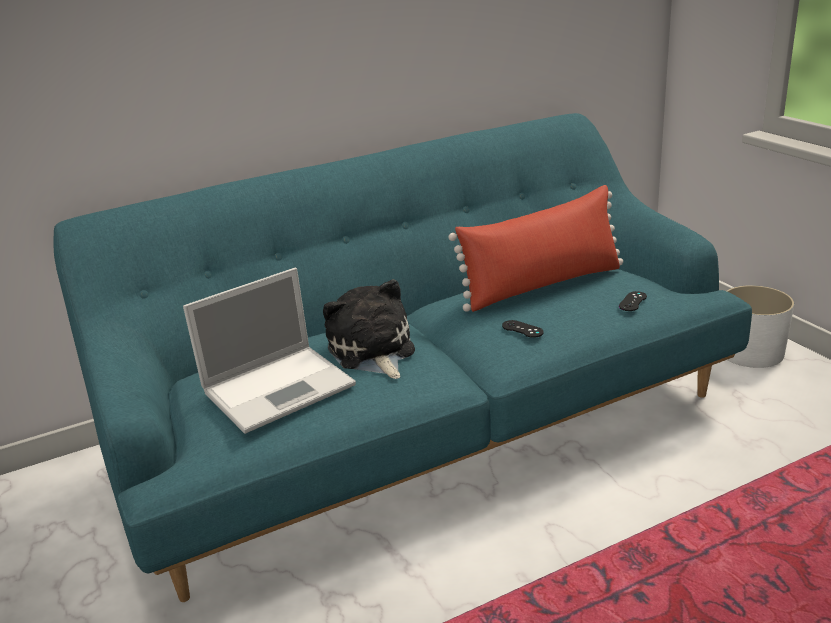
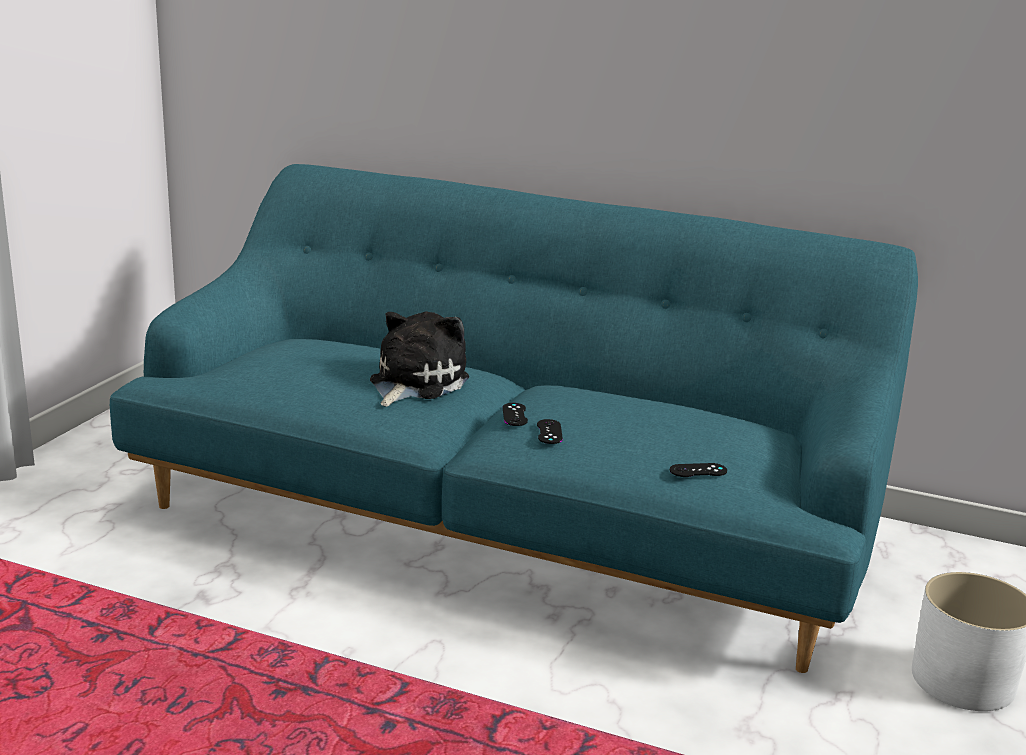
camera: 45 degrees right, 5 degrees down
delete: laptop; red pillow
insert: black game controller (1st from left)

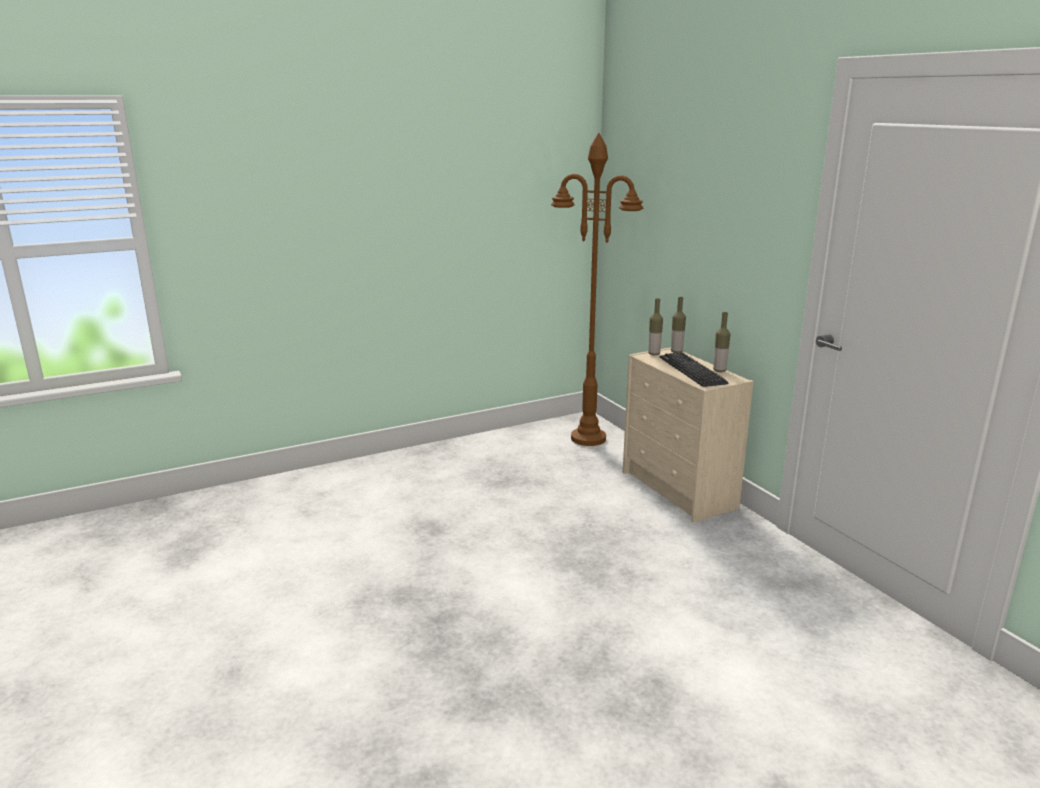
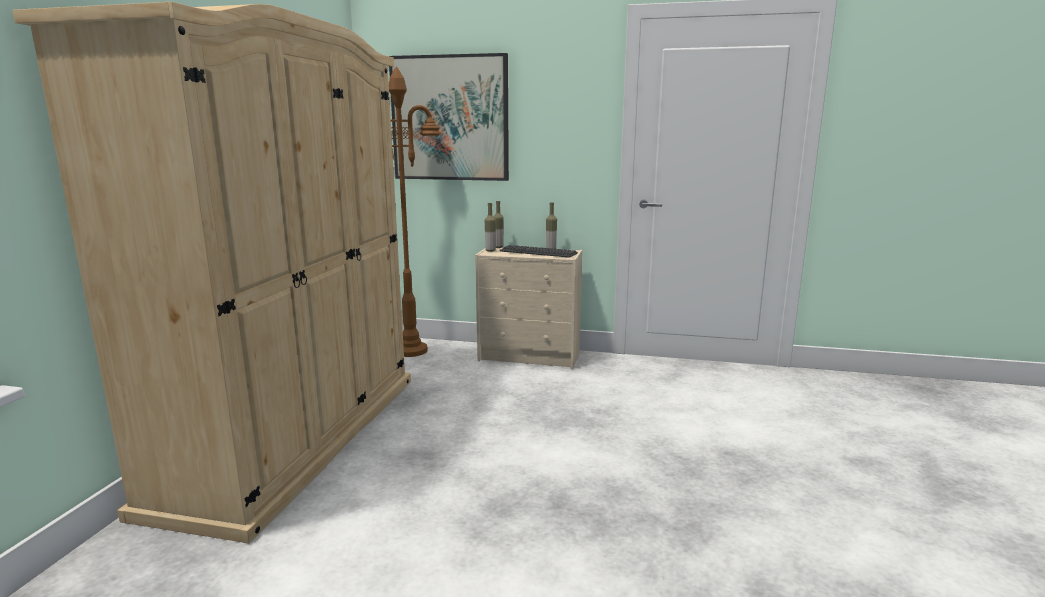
camera: 50 degrees left, 5 degrees down
insert: beige wardrobe; picture

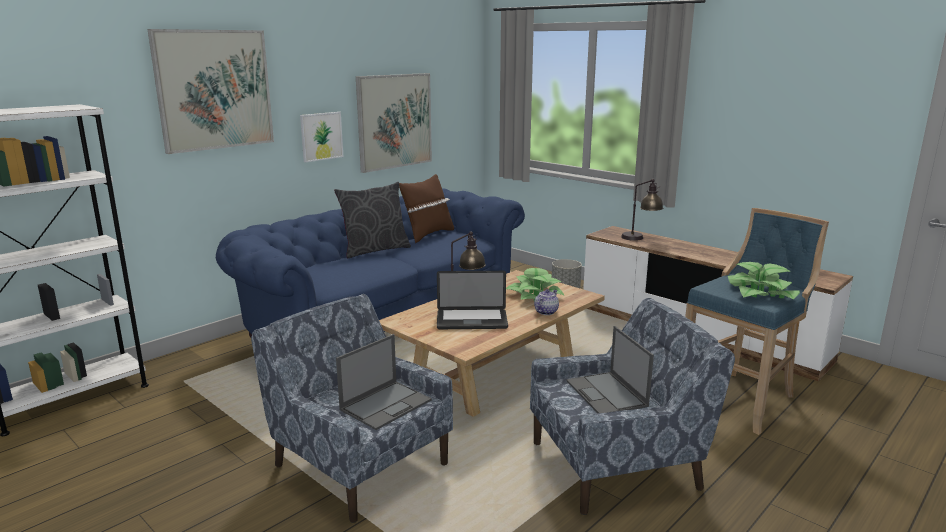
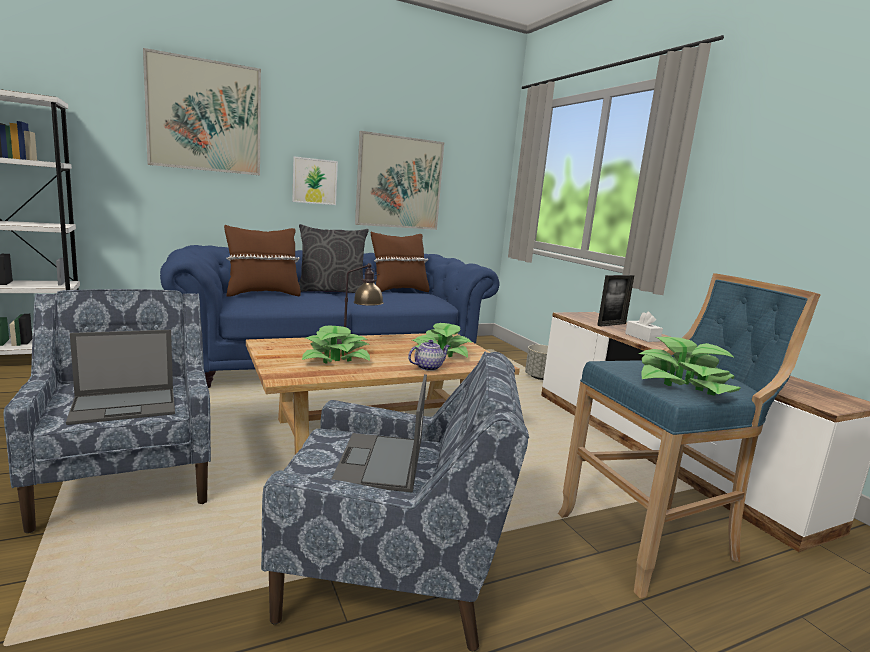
camera: 20 degrees right, 5 degrees down
insert: brown pillow (1st from left); white tissue box
replace: laptop (2nd from left) to potted plant (1st from left); table lamp (2nd from left) to picture frame

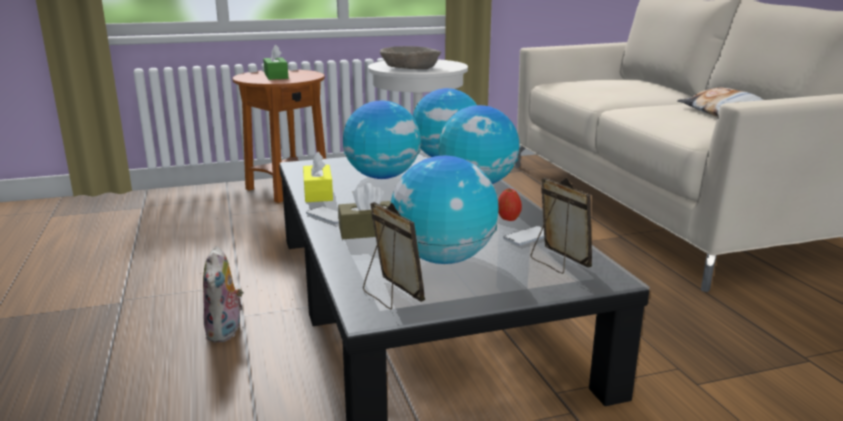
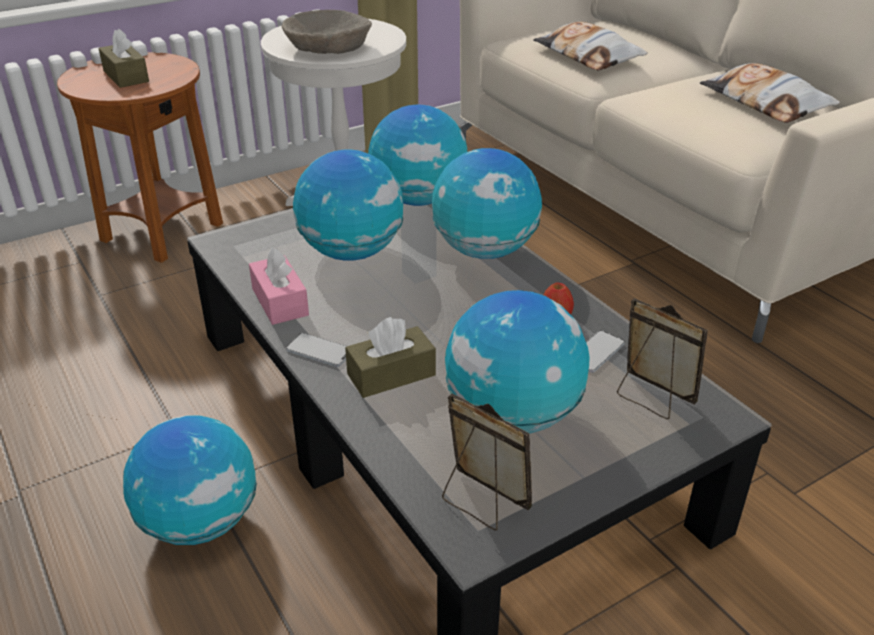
camera: 15 degrees left, 15 degrees up
insert: pillow (1st from left)
replace: plush toy to globe (1st from left)
recolor: green tissue box to brown tissue box (1st from left); yellow tissue box to pink tissue box

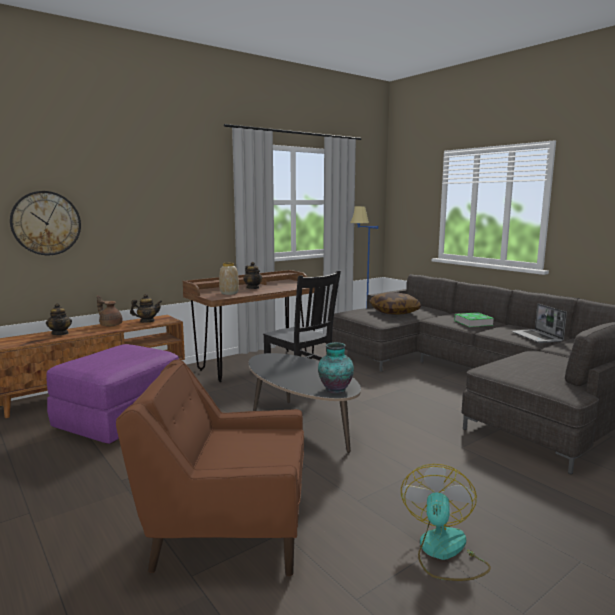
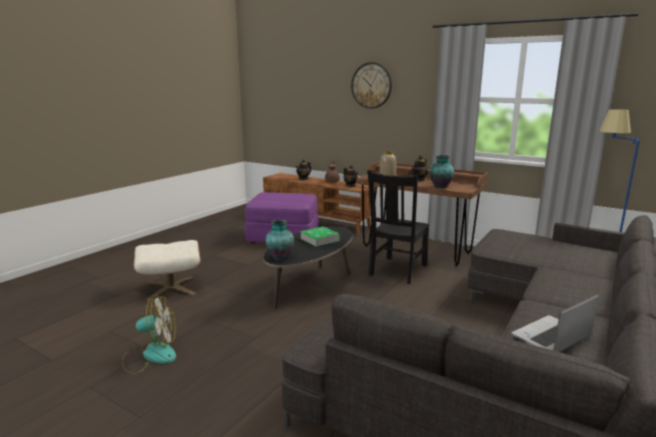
camera: 70 degrees right, 5 degrees up
delete: pillow
insert: vase (3rd from left)
move: book; wall clock
replace: brown armchair to beige ottoman

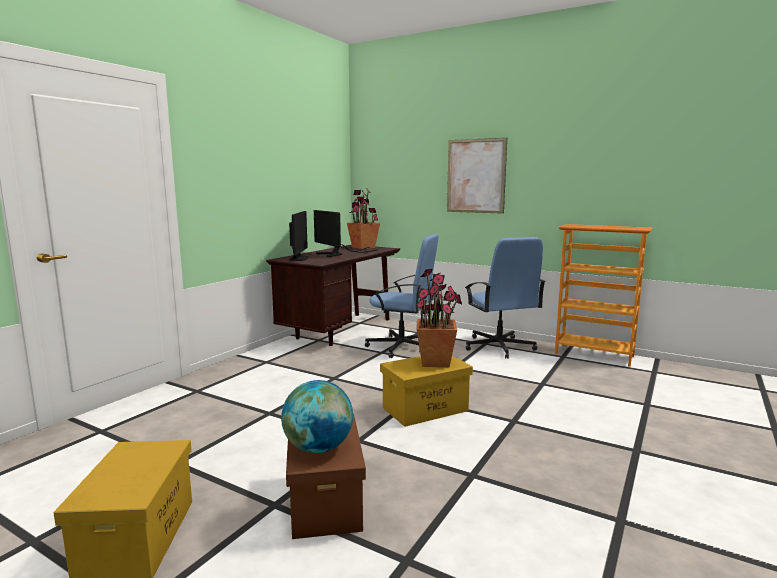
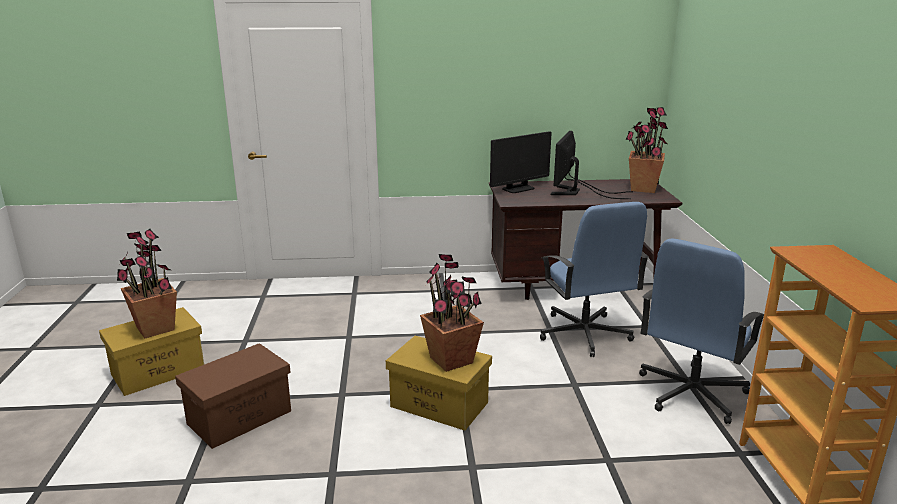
camera: 55 degrees right, 10 degrees up
delete: globe; picture
insert: potted plant (1st from left)

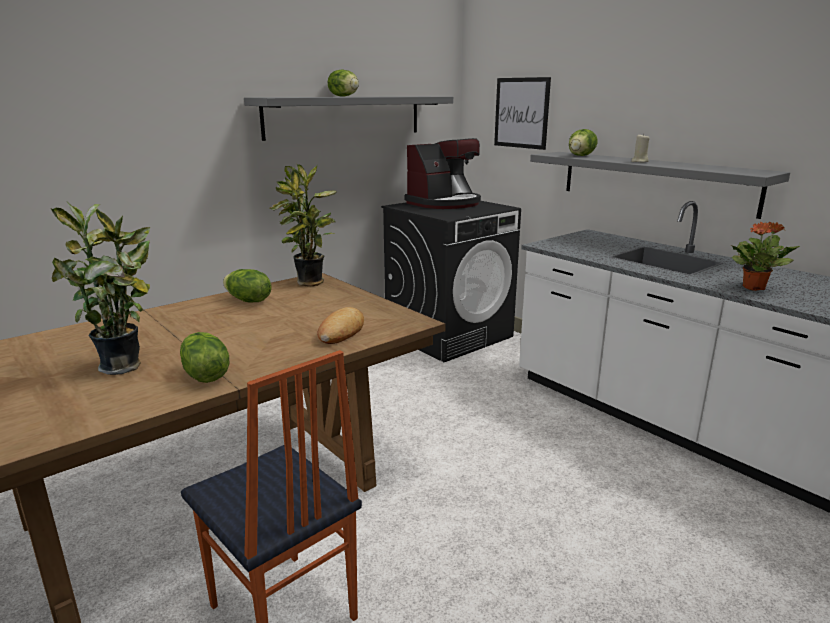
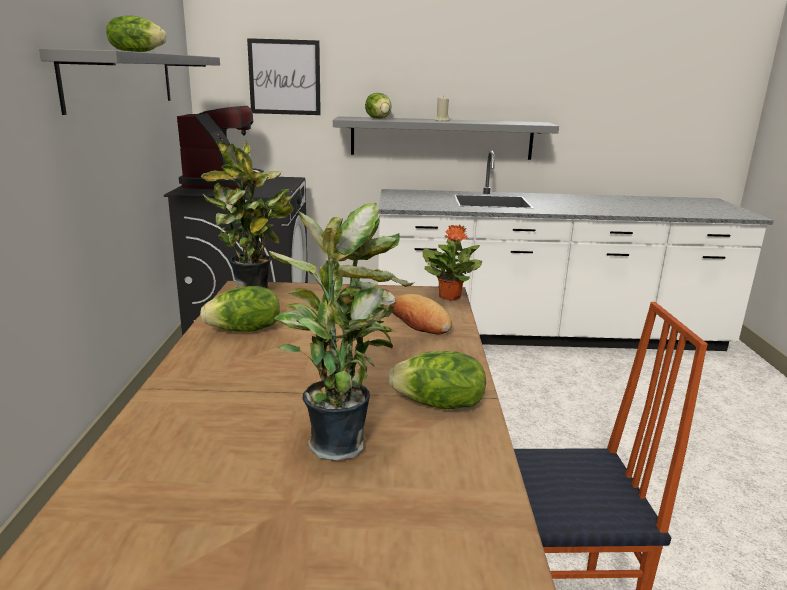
camera: 50 degrees left, 0 degrees up
move: potted plant (3rd from left)

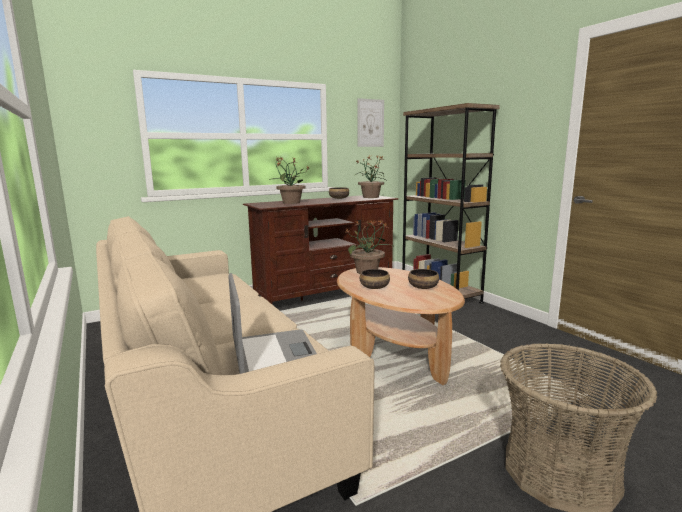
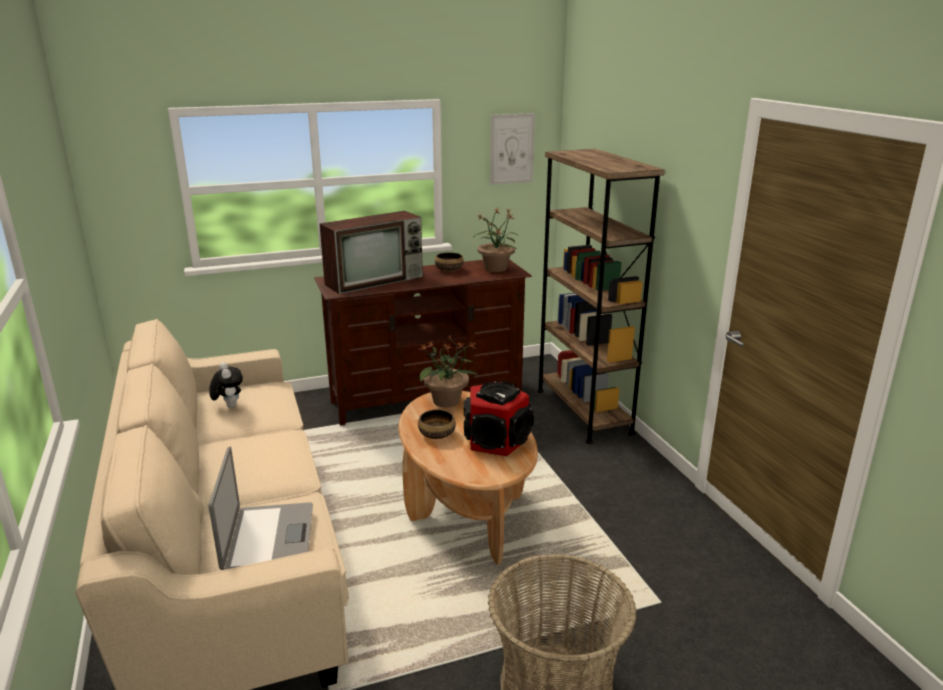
camera: 10 degrees right, 10 degrees up
insert: plush toy
replace: potted plant (1st from left) to television; bowl (3rd from left) to speaker

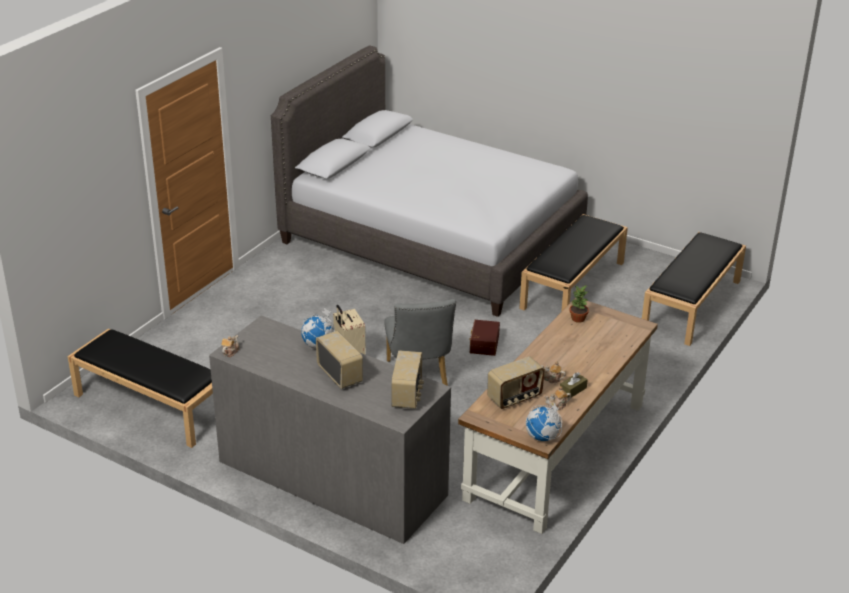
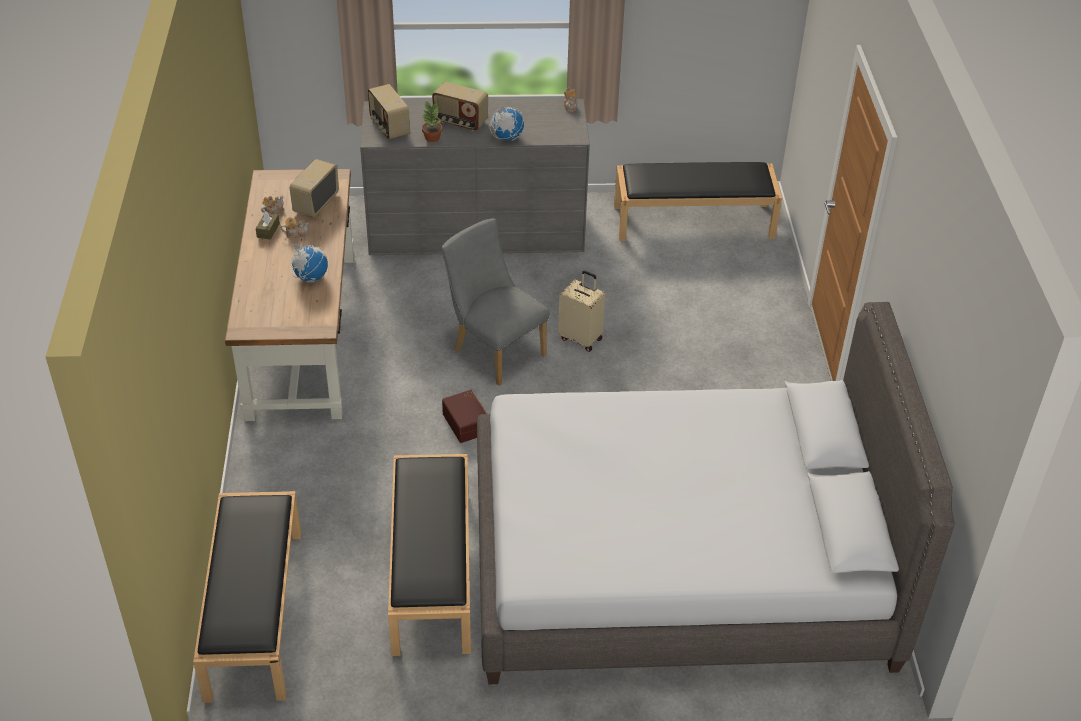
camera: 145 degrees right, 10 degrees up
move: globe (2nd from left in the first image) to globe (1st from left); potted plant

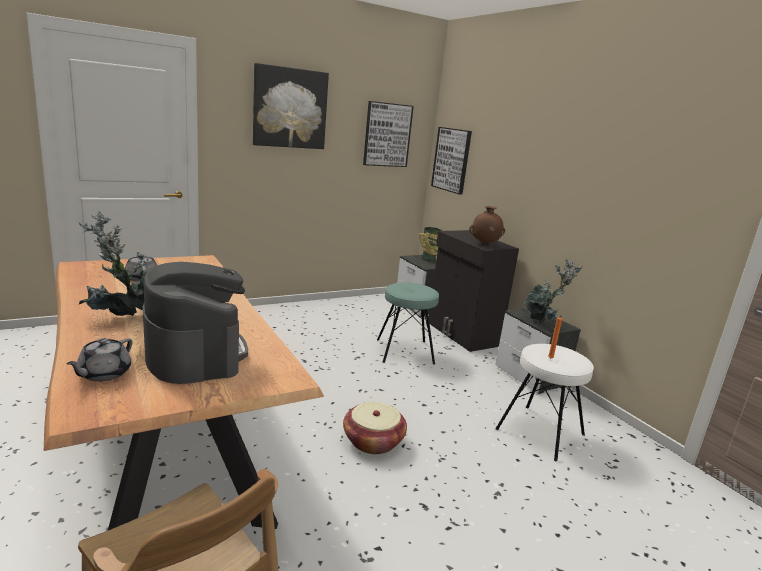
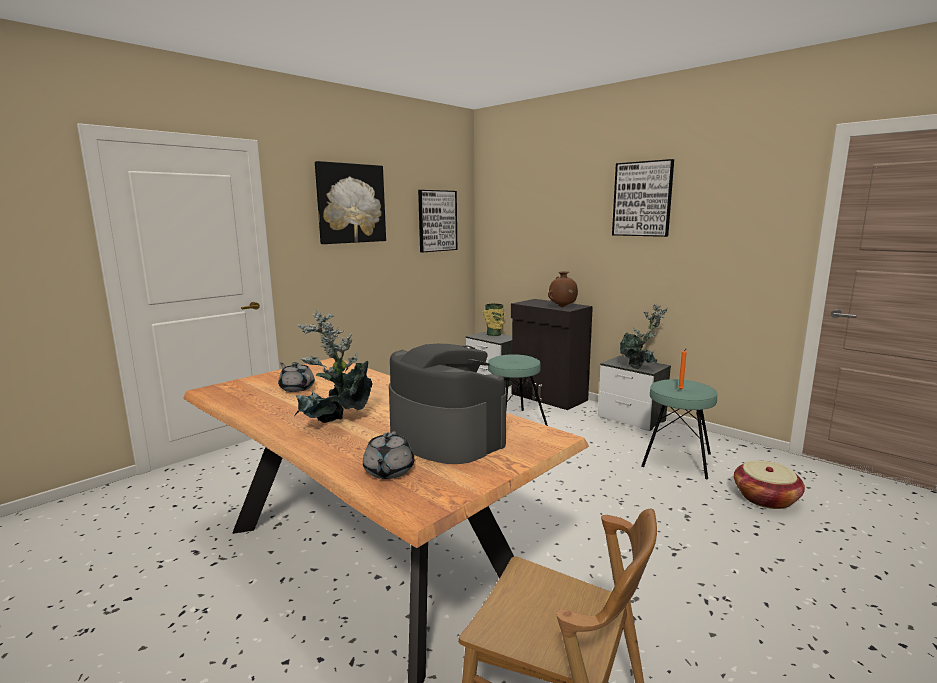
camera: 15 degrees left, 5 degrees down
move: picture (3rd from left); basket
recolor: white stool to turquoise stool (2nd from left)

